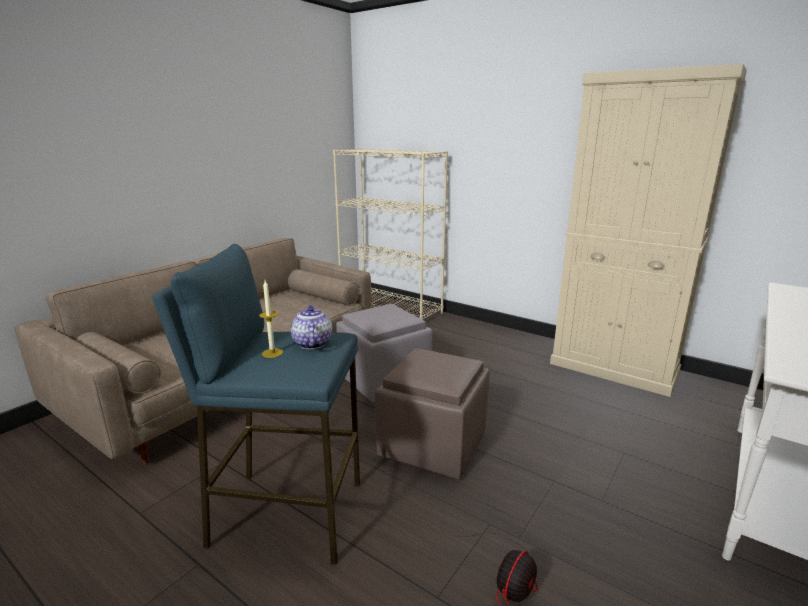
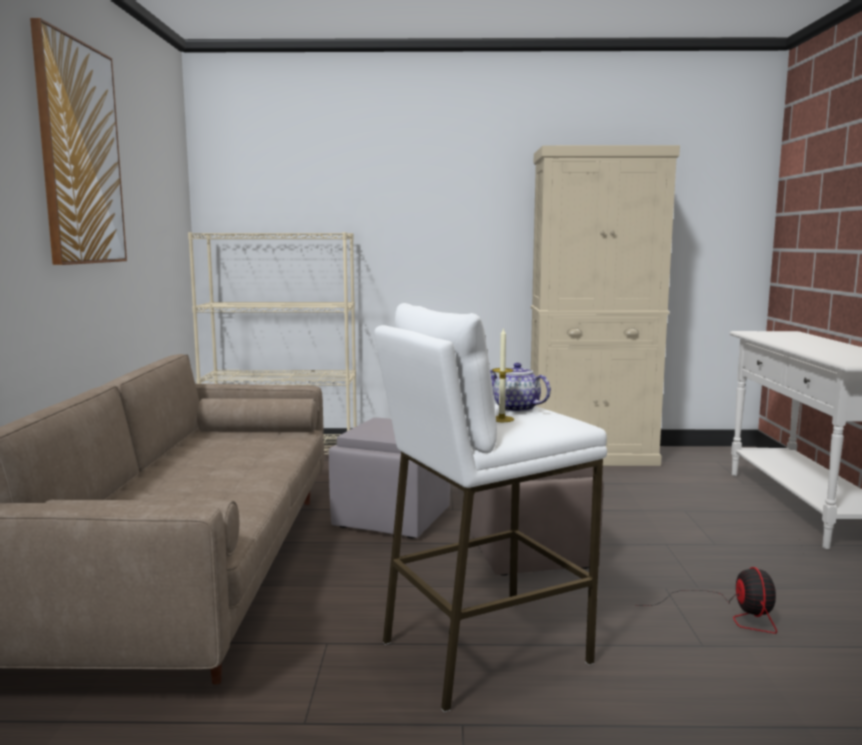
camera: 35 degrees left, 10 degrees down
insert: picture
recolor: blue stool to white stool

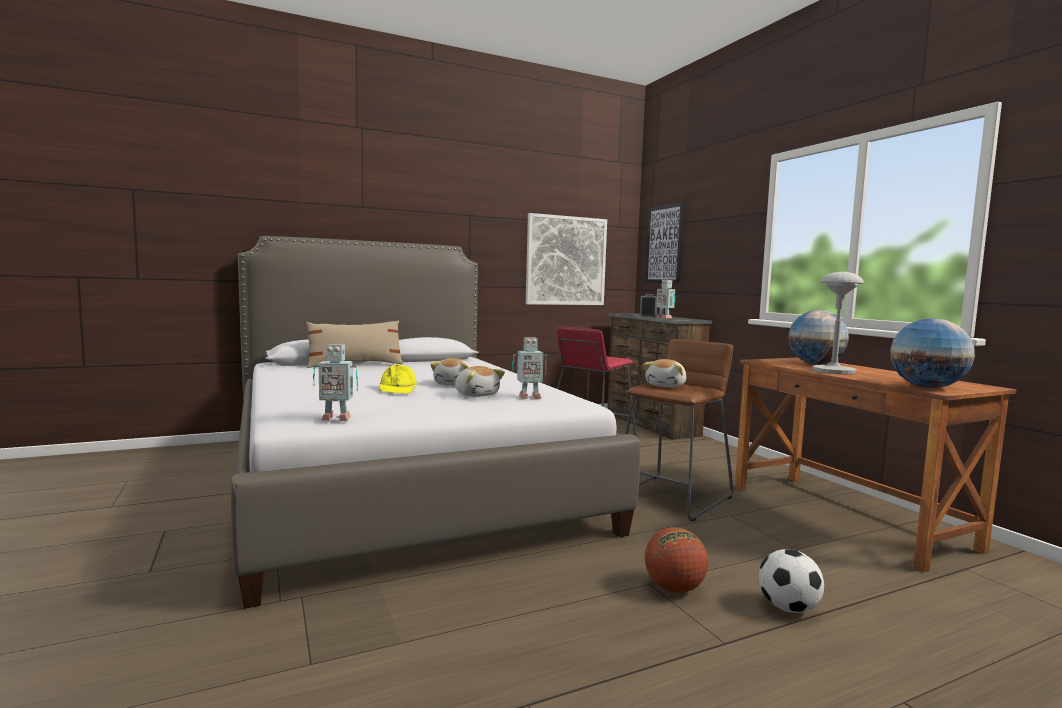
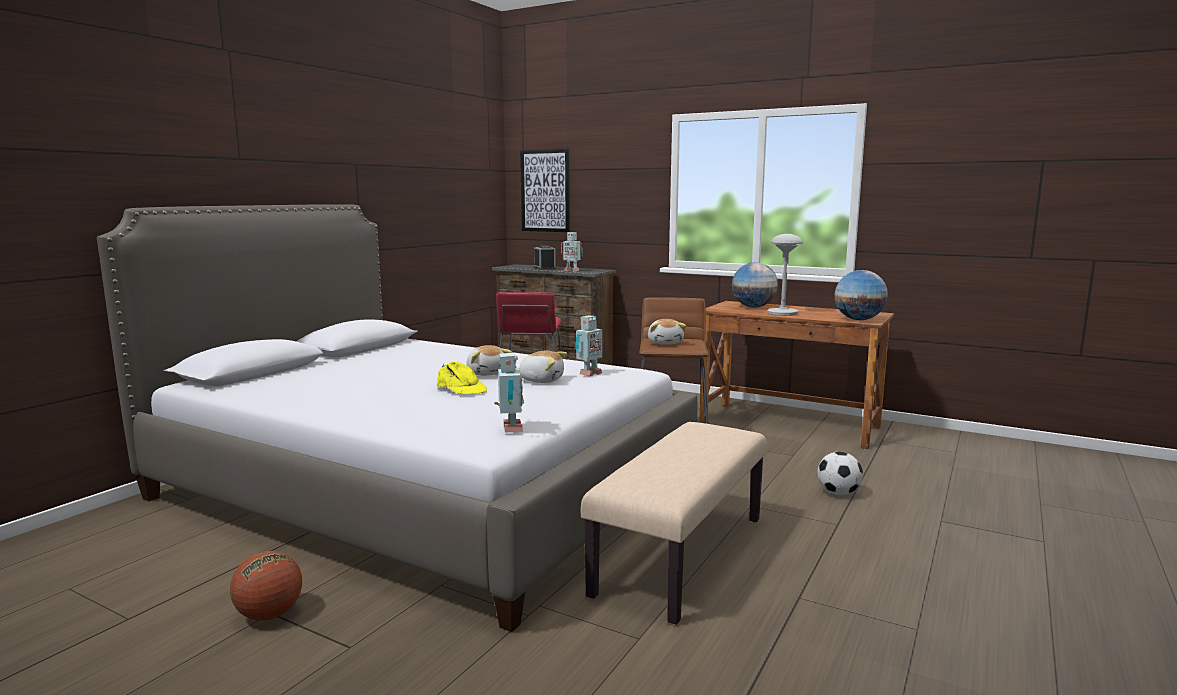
camera: 35 degrees left, 5 degrees up
delete: beige pillow; picture (1st from left)
insert: beige bench
move: basketball
rotate: toy robot (1st from left) 60 degrees counterclockwise

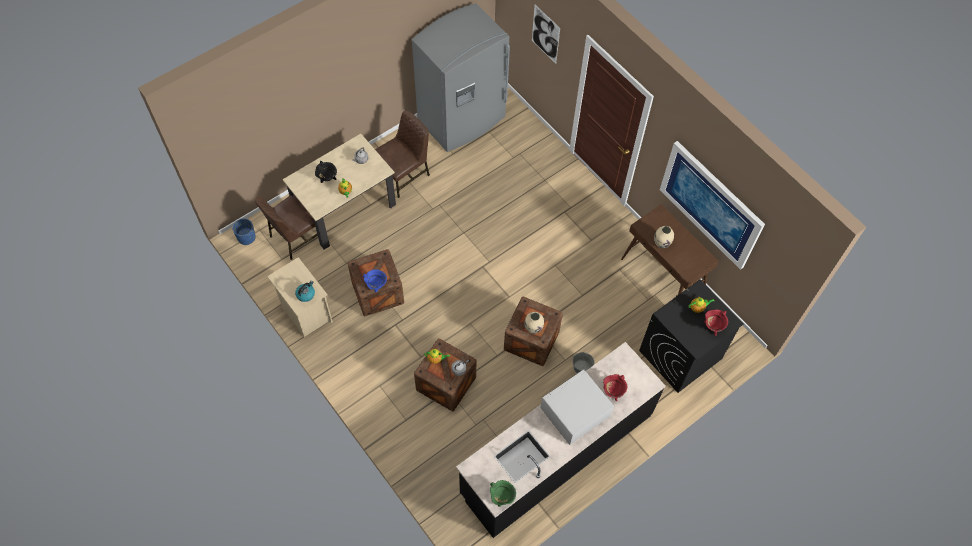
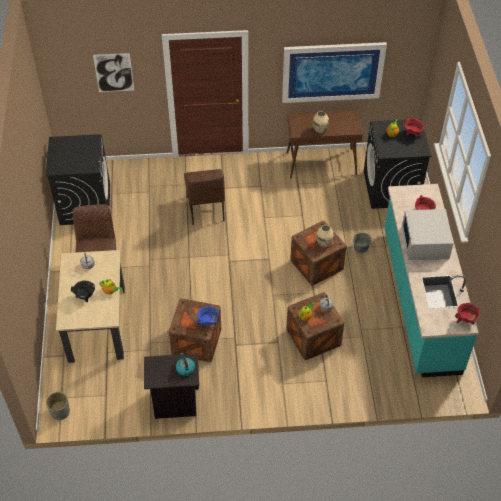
camera: 55 degrees left, 10 degrees down
move: brown chair (1st from left in the first image) to brown chair (2nd from left)
replace: grey fridge to black washing machine (1st from left)
recolor: blue planter to grey planter; beige nightstand to black nightstand; black counter to turquoise counter; green cooking pot to red cooking pot (3rd from left)

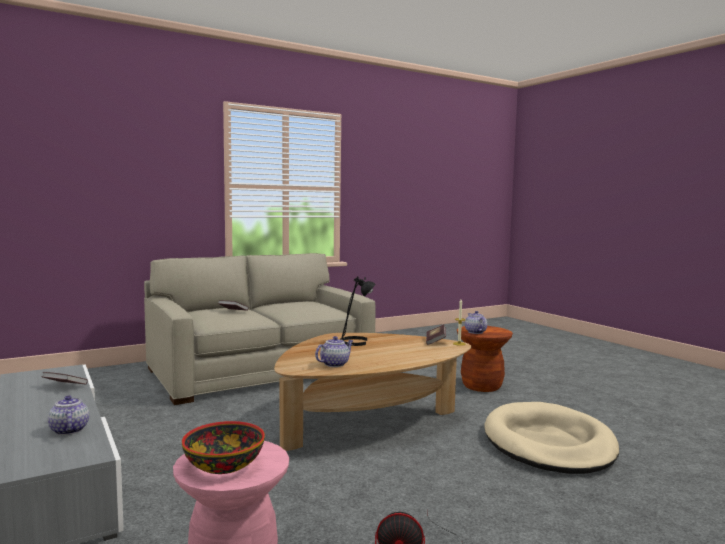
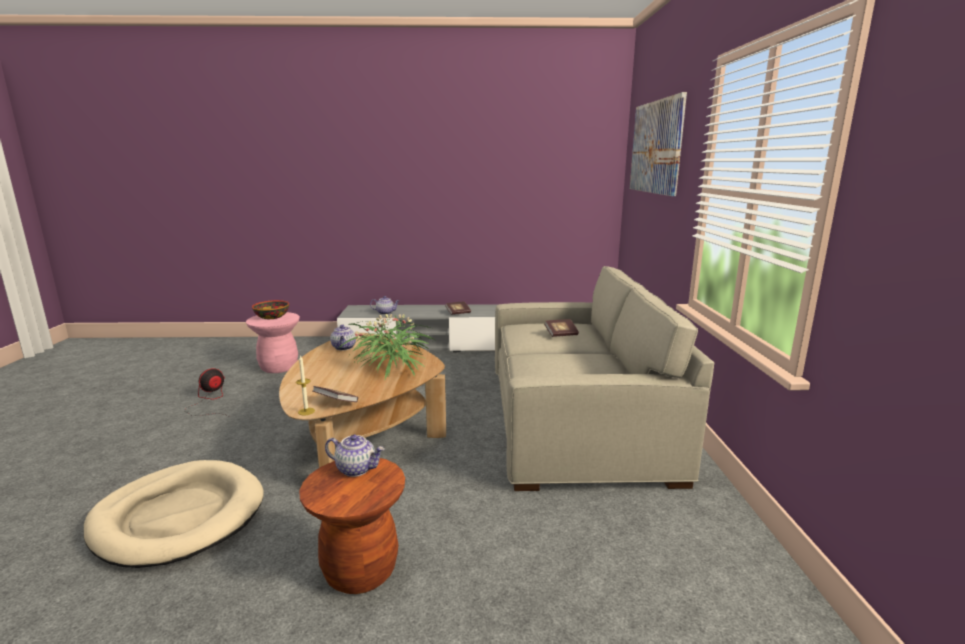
camera: 120 degrees right, 10 degrees up
insert: picture
replace: black table lamp to potted plant

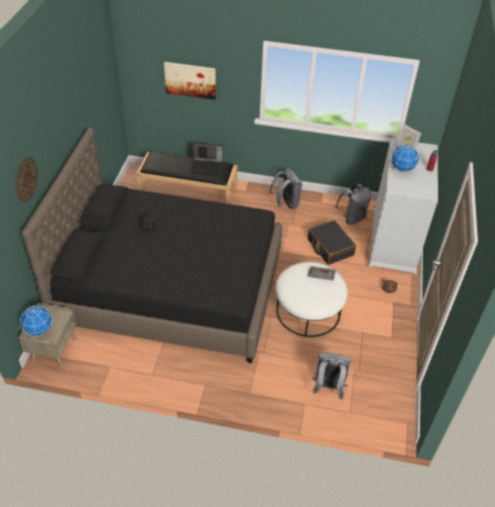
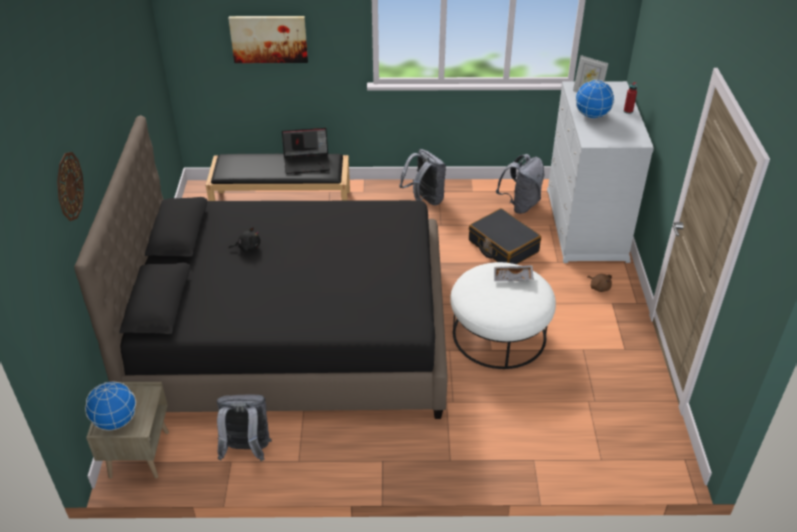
camera: 10 degrees left, 5 degrees down
move: grey backpack (2nd from left in the first image) to grey backpack (1st from left)

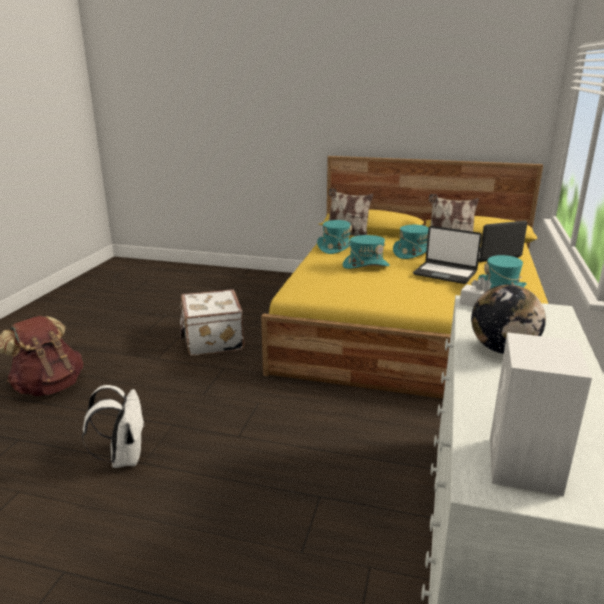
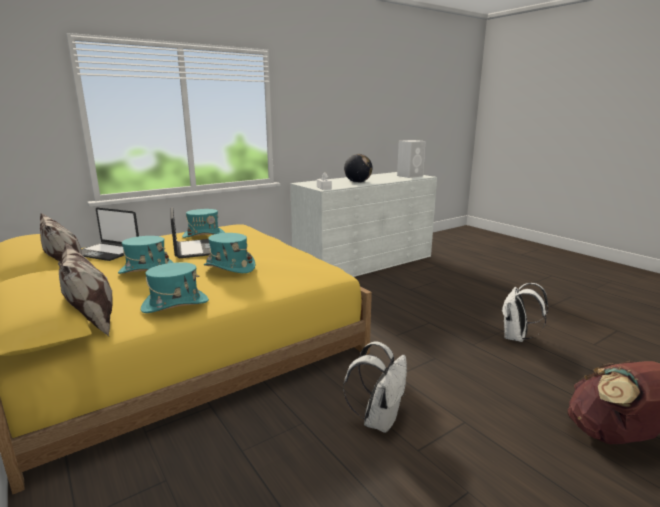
camera: 140 degrees left, 5 degrees down
replace: white suitcase to white backpack (1st from left)

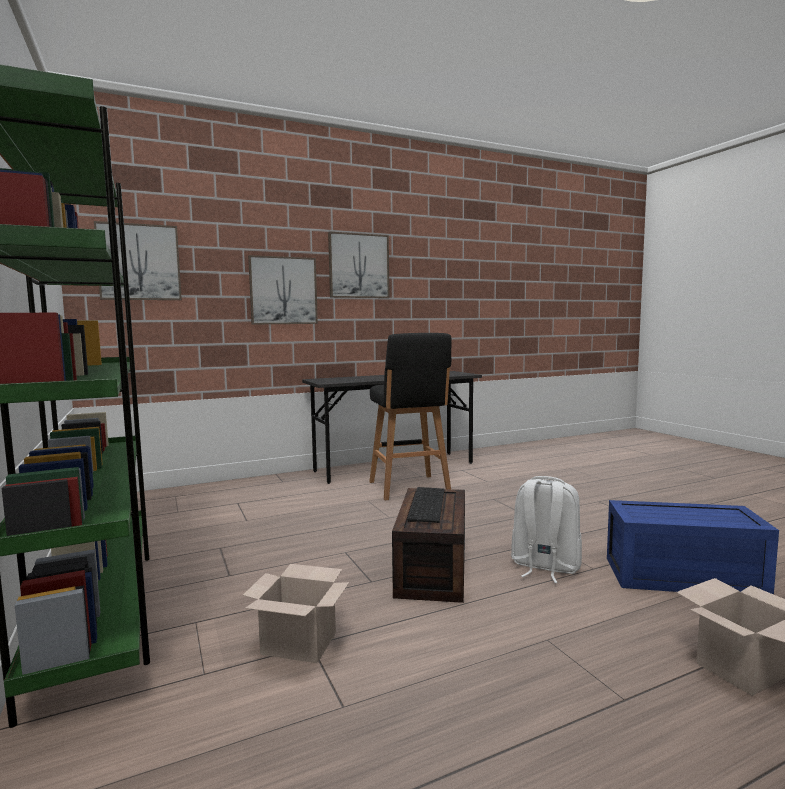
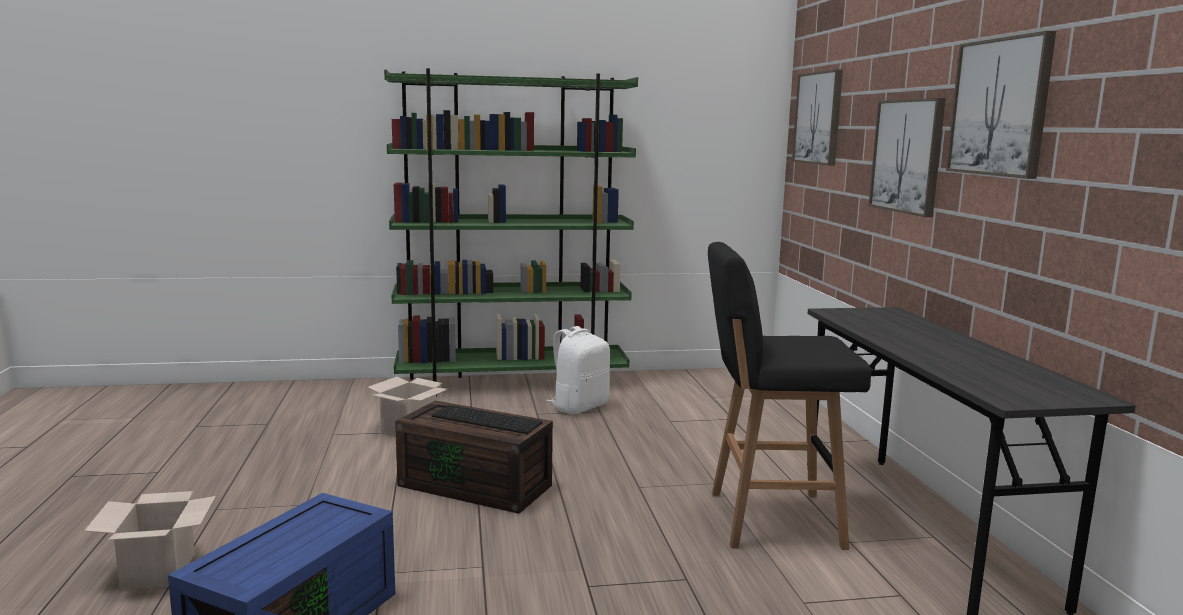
camera: 105 degrees right, 5 degrees up
move: white backpack

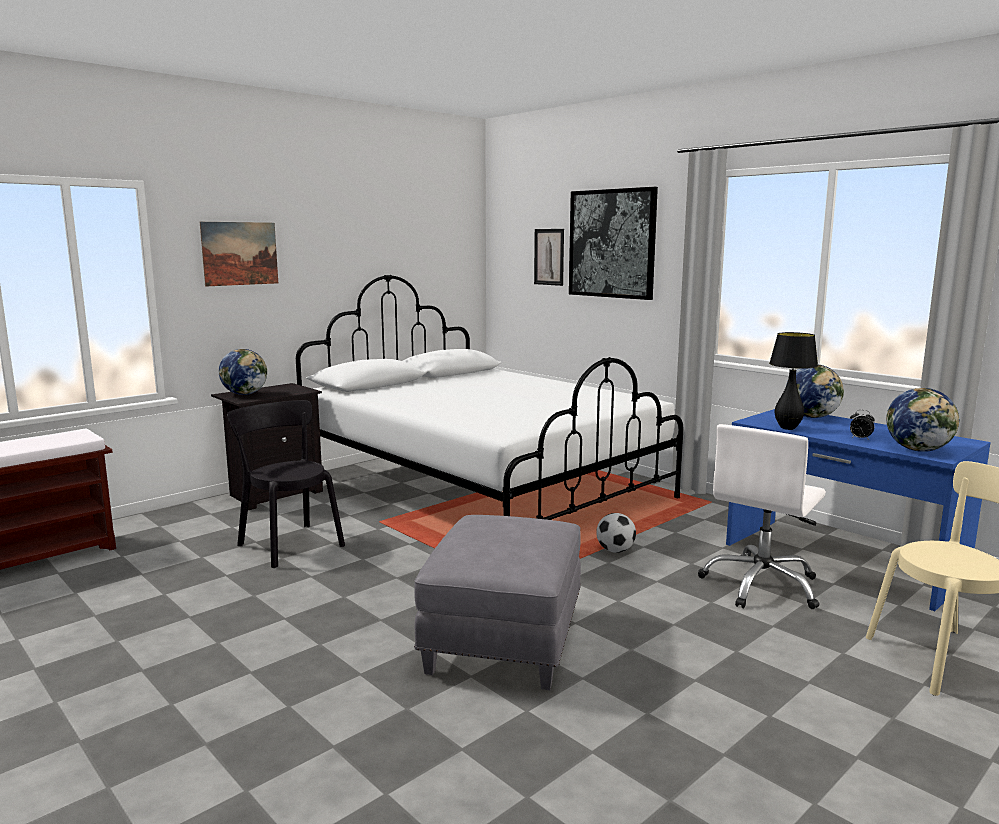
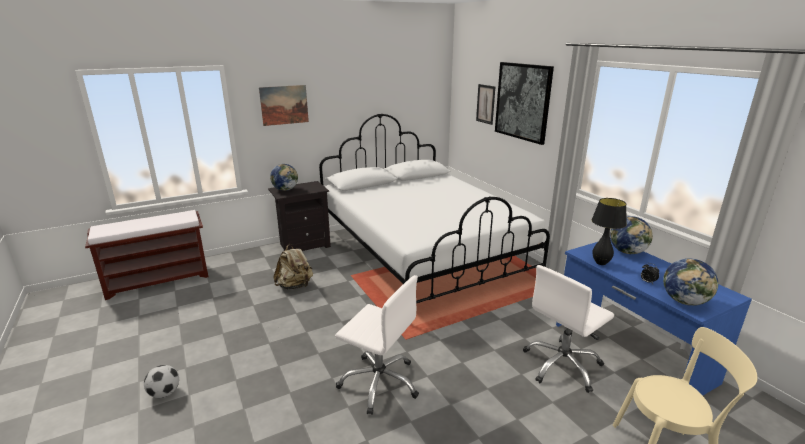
camera: 15 degrees right, 10 degrees up
move: football
replace: black chair to beige backpack; grey ottoman to white office chair (1st from left)

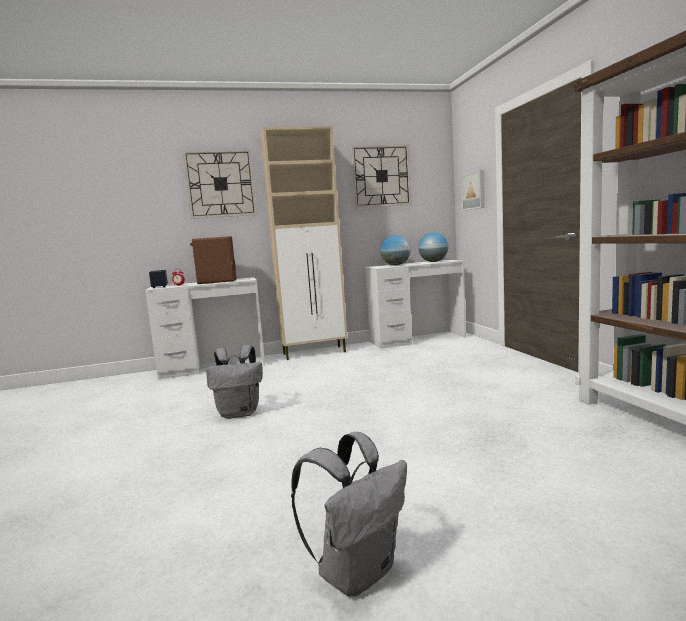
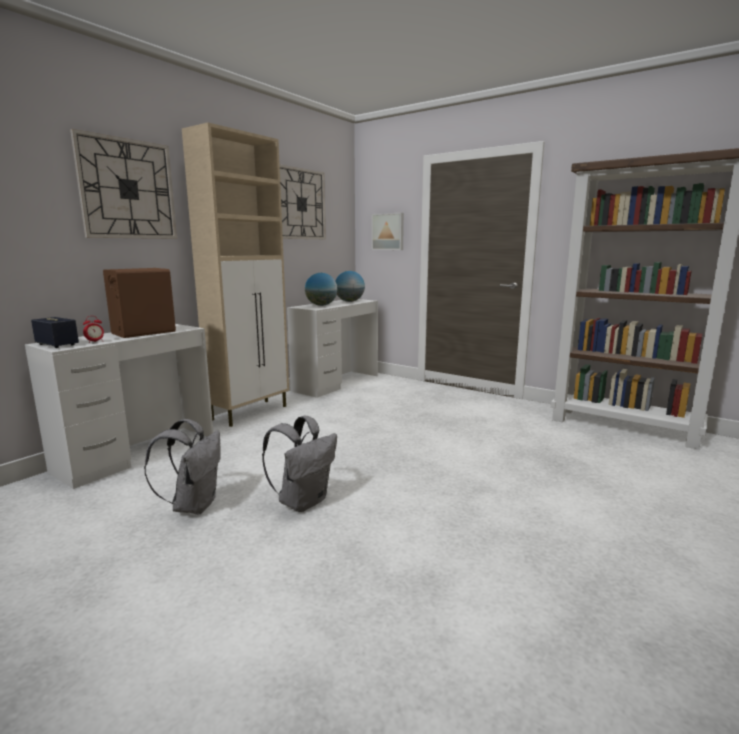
camera: 40 degrees left, 5 degrees up
move: grey backpack (2nd from left in the first image) to grey backpack (1st from left)

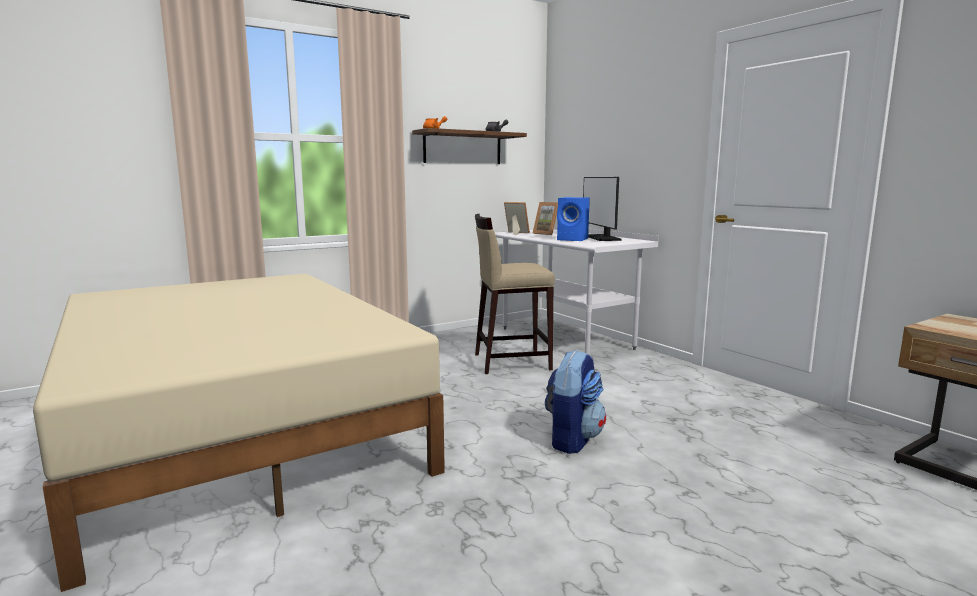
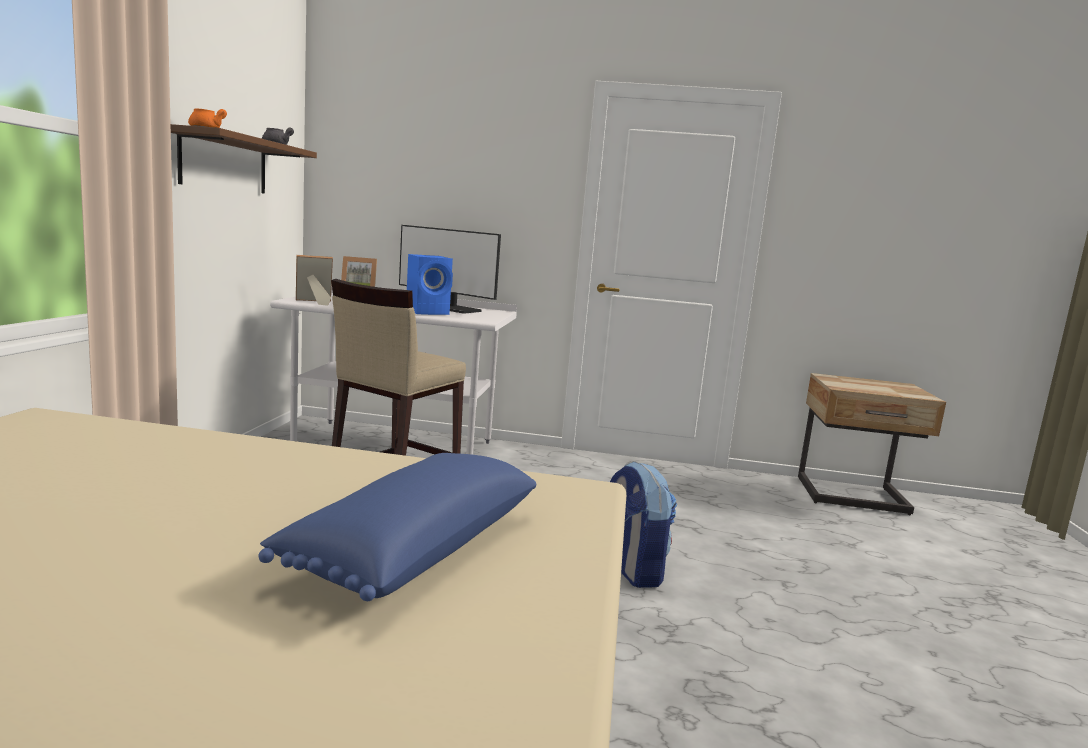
camera: 50 degrees left, 0 degrees up
insert: blue pillow

